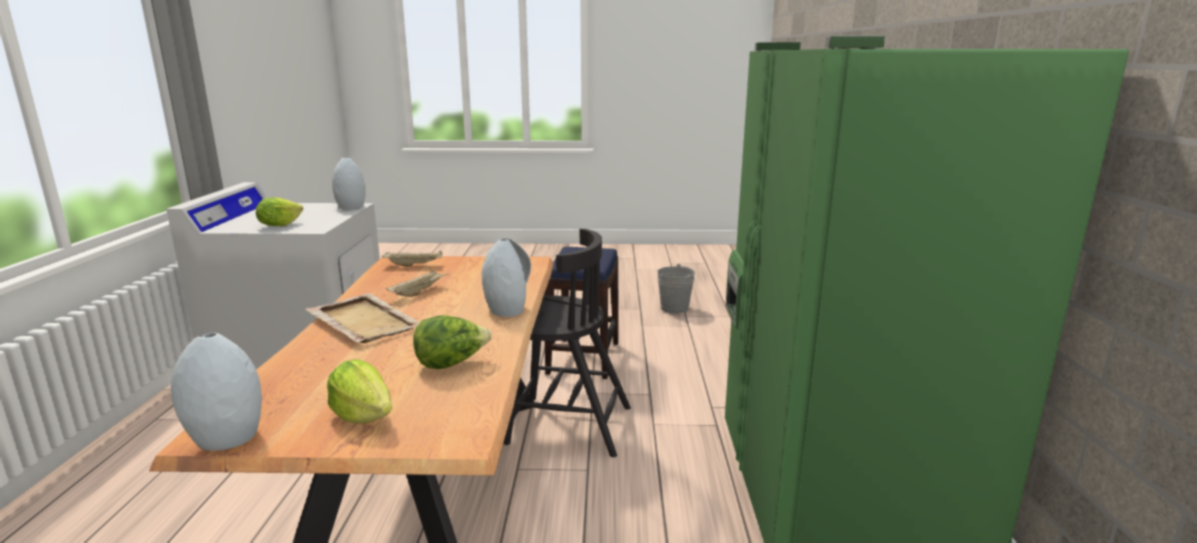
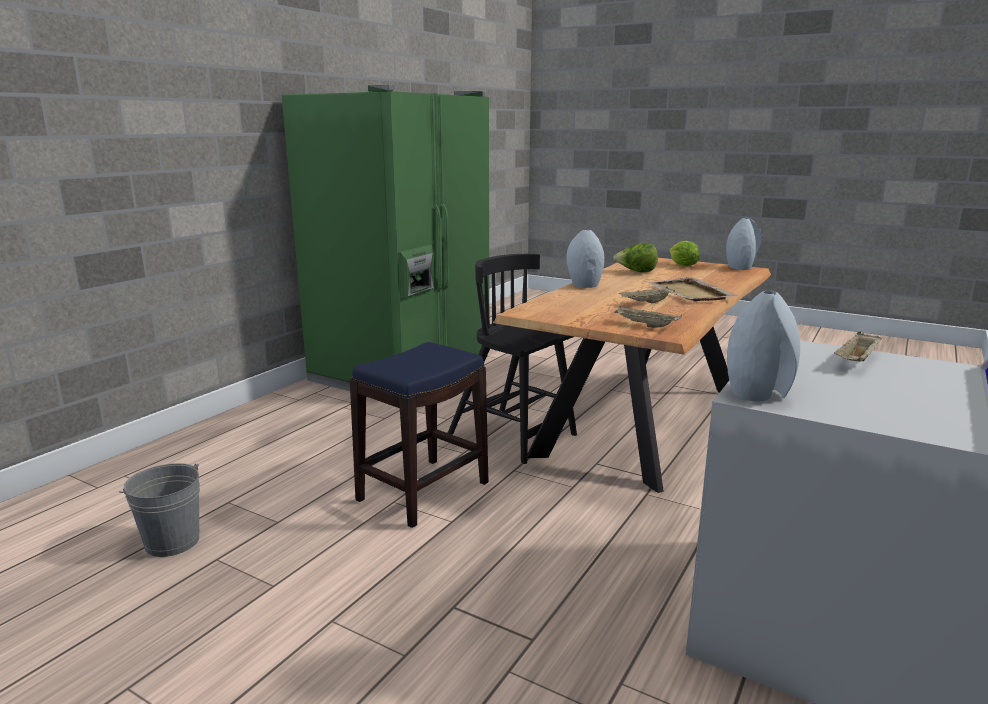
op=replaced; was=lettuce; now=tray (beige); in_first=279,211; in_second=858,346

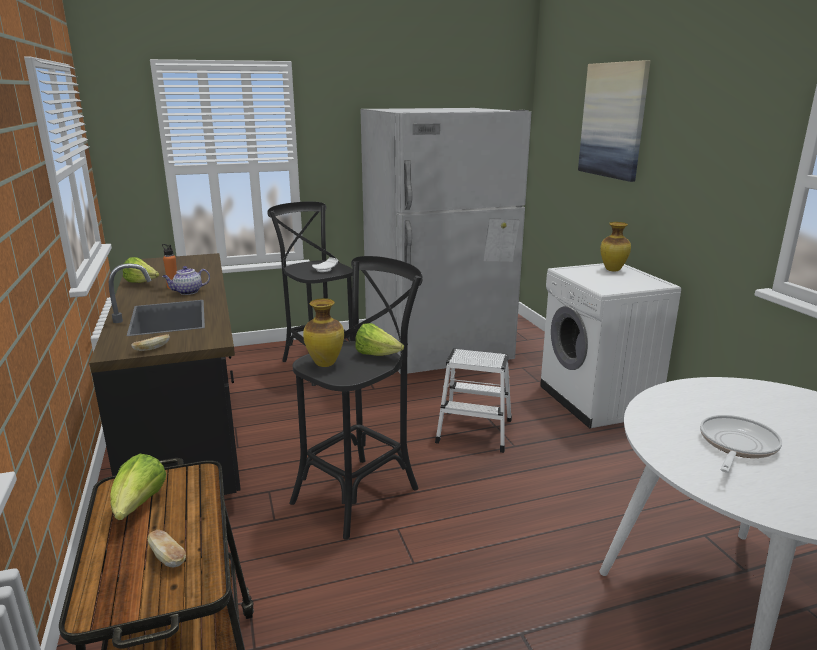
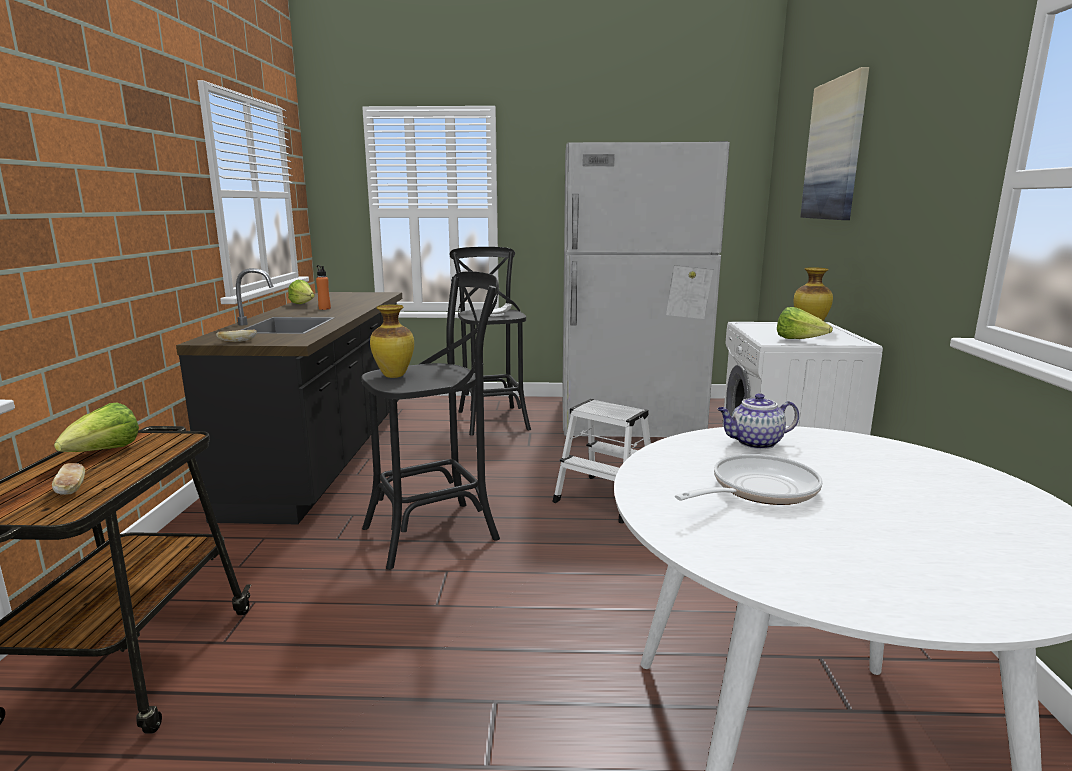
op=moved; was=teapot; in_first=186,280; in_second=758,421
op=moved; was=lettuce; in_first=379,339; in_second=805,323

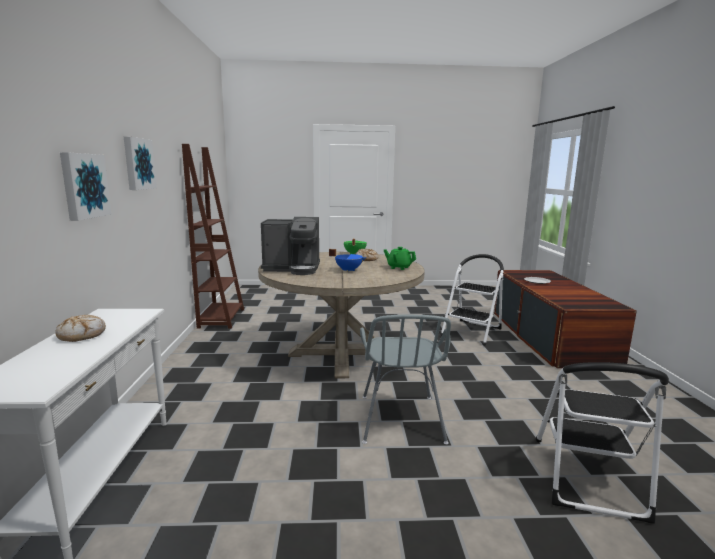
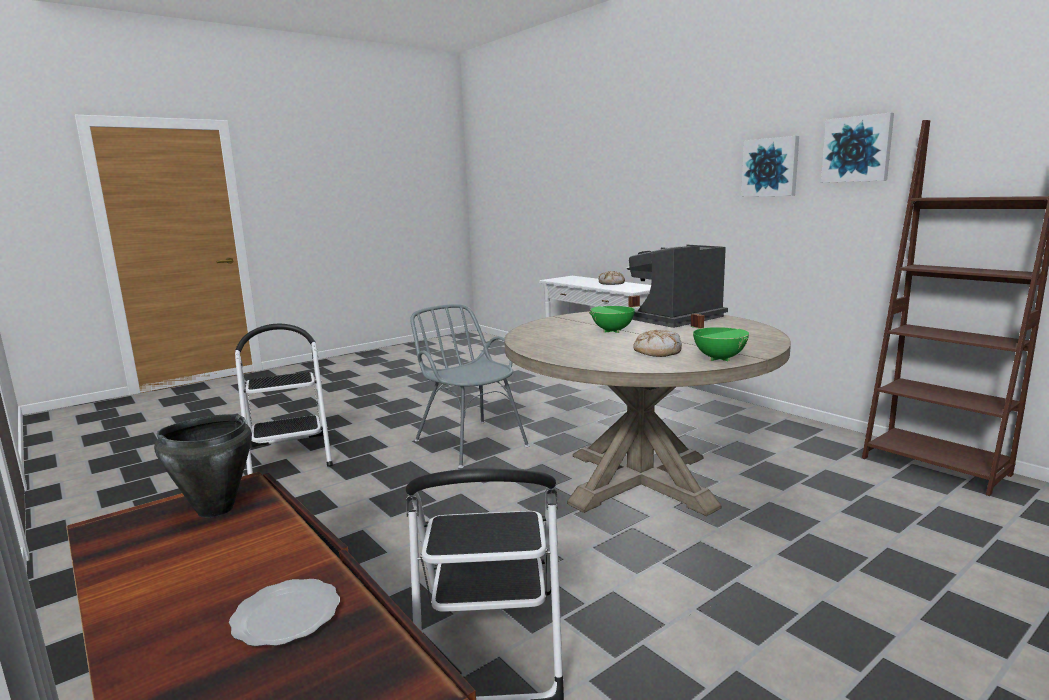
op=removed; was=teapot (green); in_first=400,258
op=added; now=cooking pot (black); in_second=203,466
op=moved; was=picture; in_first=85,186; in_second=857,148
op=recoloured; was=cooking pot (blue); now=cooking pot (green); in_first=348,260; in_second=614,314

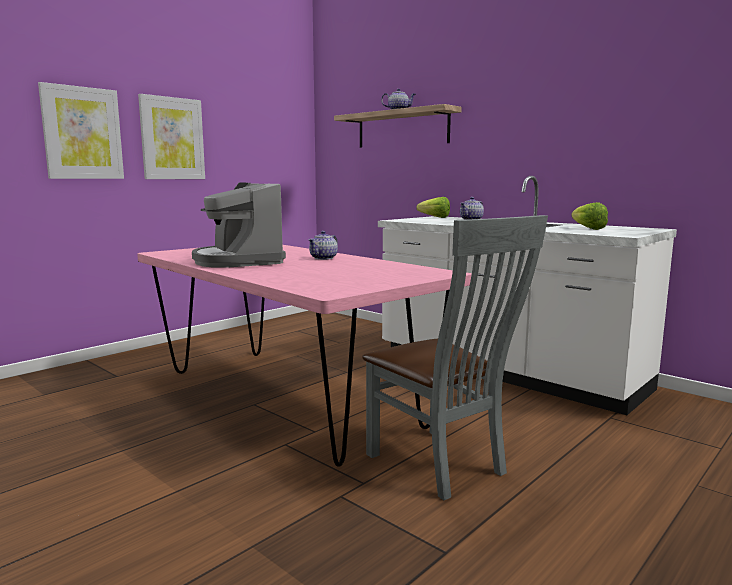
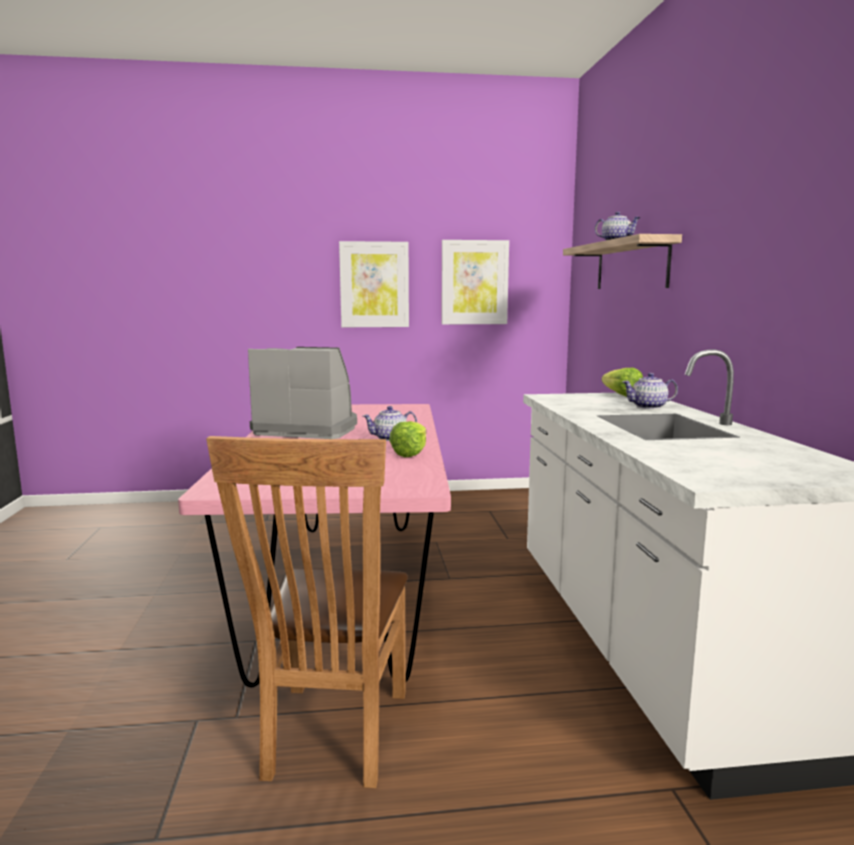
op=moved; was=picture; in_first=81,130; in_second=475,282
op=moved; was=lettuce; in_first=589,216; in_second=407,439
op=recoloured; was=chair (grey); now=chair (brown); in_first=455,357; in_second=307,612
op=turned; was=coffee machine; in_first=239,225; in_second=302,393; clockwise=90

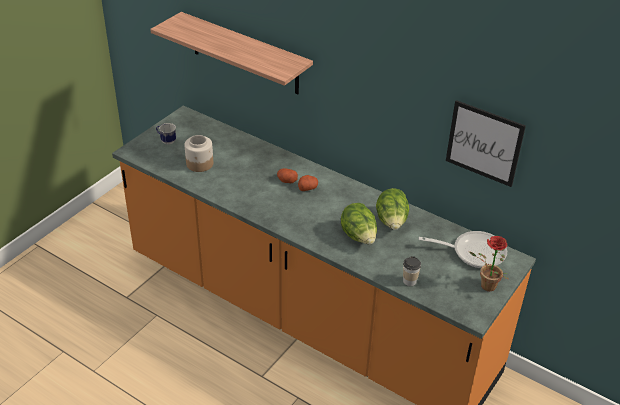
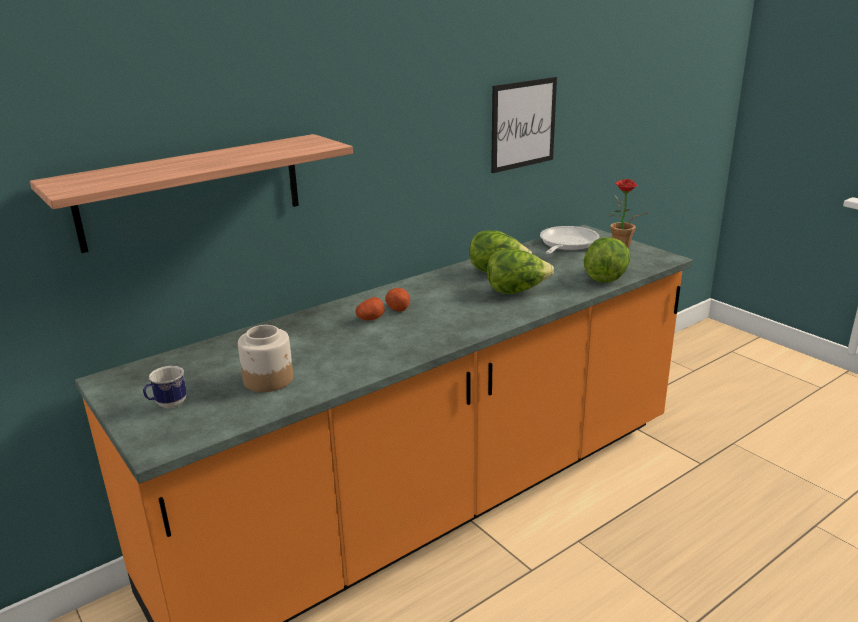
op=replaced; was=cup; now=lettuce; in_first=412,271; in_second=607,260

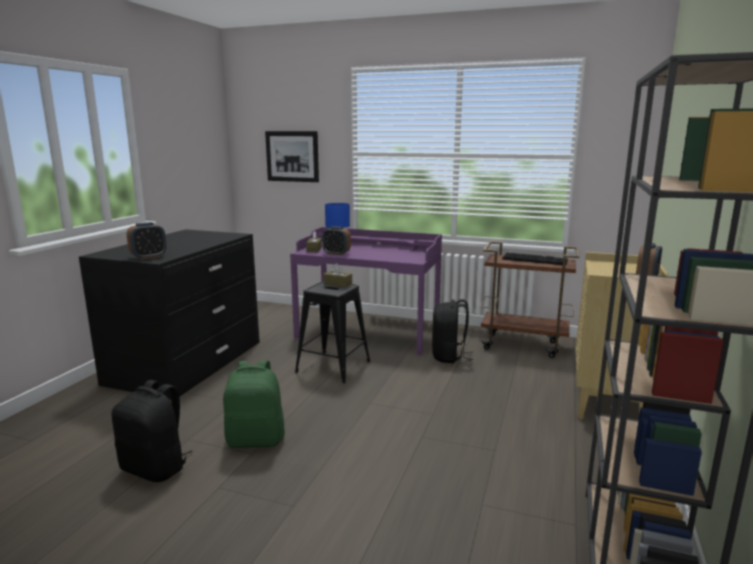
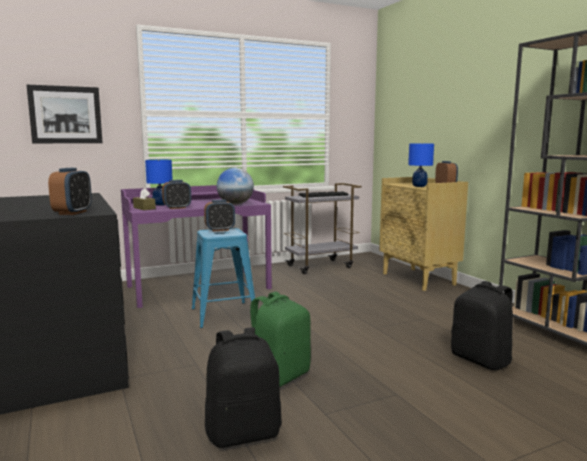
op=added; now=globe; in_second=235,186
op=added; now=table lamp (blue); in_second=421,165
op=moved; was=backpack (black); in_first=453,331; in_second=482,325
op=replaced; was=tissue box (brown); now=alarm clock; in_first=337,275; in_second=219,215
op=recoloured; was=stool (black); now=stool (blue); in_first=332,332; in_second=223,278
op=recoloured; was=cart (brown); now=cart (grey); in_first=529,299; in_second=322,228

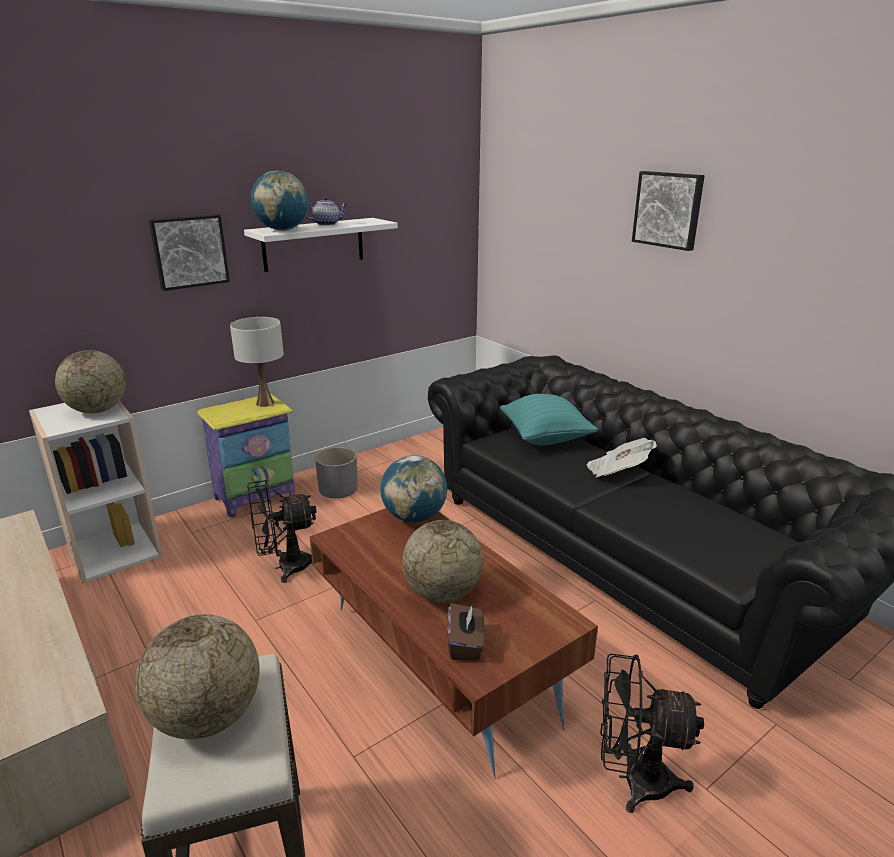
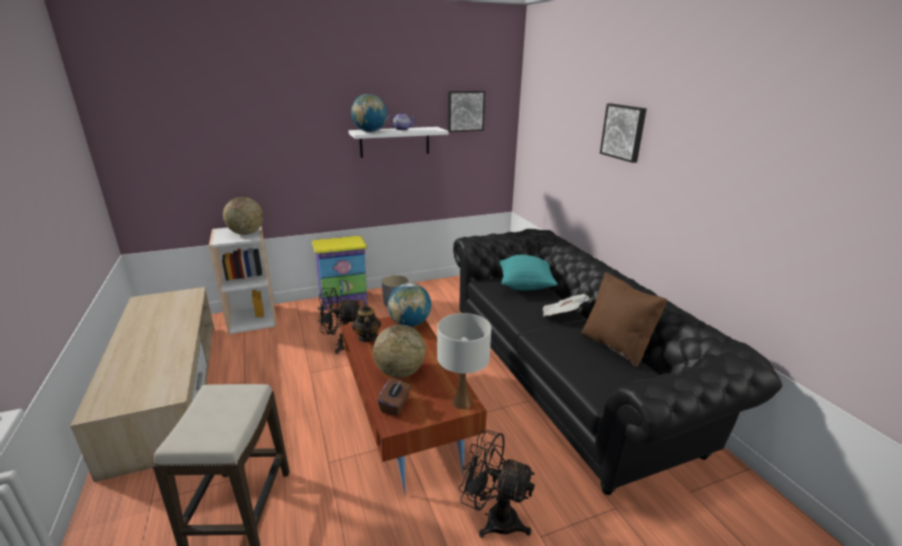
op=removed; was=globe; in_first=197,676
op=added; now=teapot; in_second=366,323
op=added; now=pillow (brown); in_second=624,319
op=moved; was=picture; in_first=189,252; in_second=466,111
op=moved; was=table lamp (white); in_first=257,362; in_second=464,361

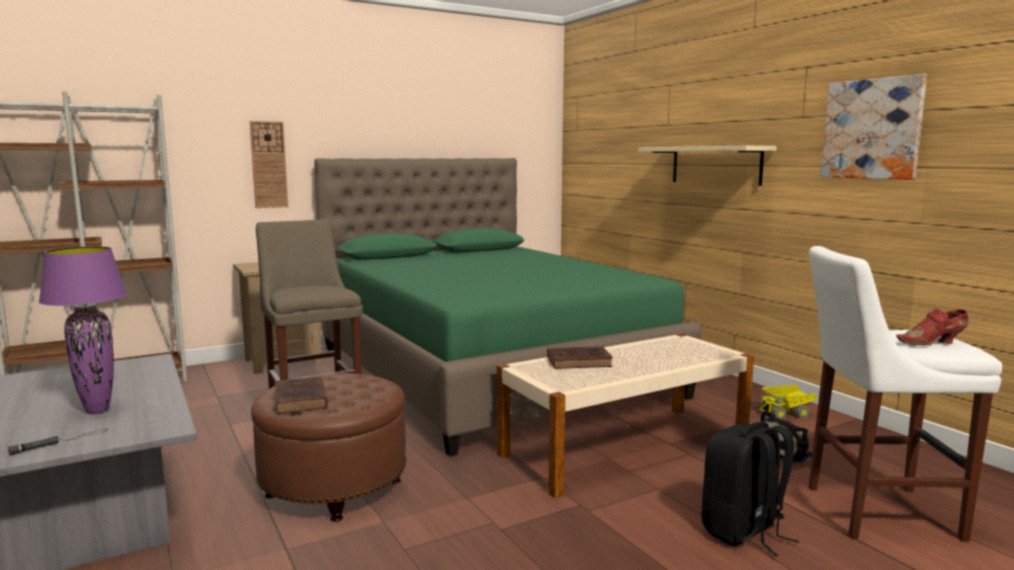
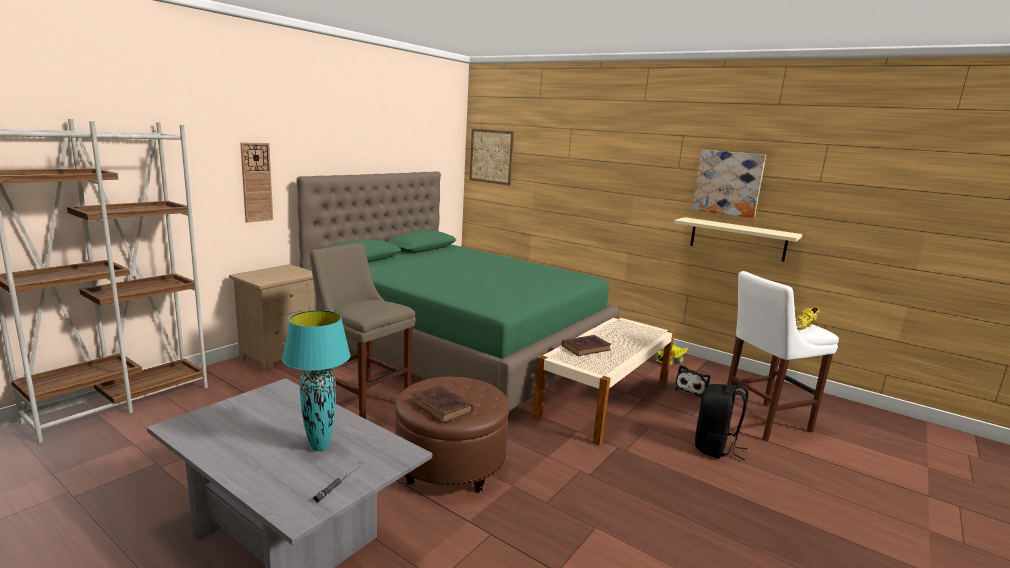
op=added; now=picture; in_second=492,157
op=moved; was=shelf (beige); in_first=707,166; in_second=738,239
op=recoloured; was=table lamp (purple); now=table lamp (turquoise); in_first=83,330; in_second=316,380
op=recoloured; was=shoe (red); now=shoe (yellow); in_first=932,326; in_second=808,318

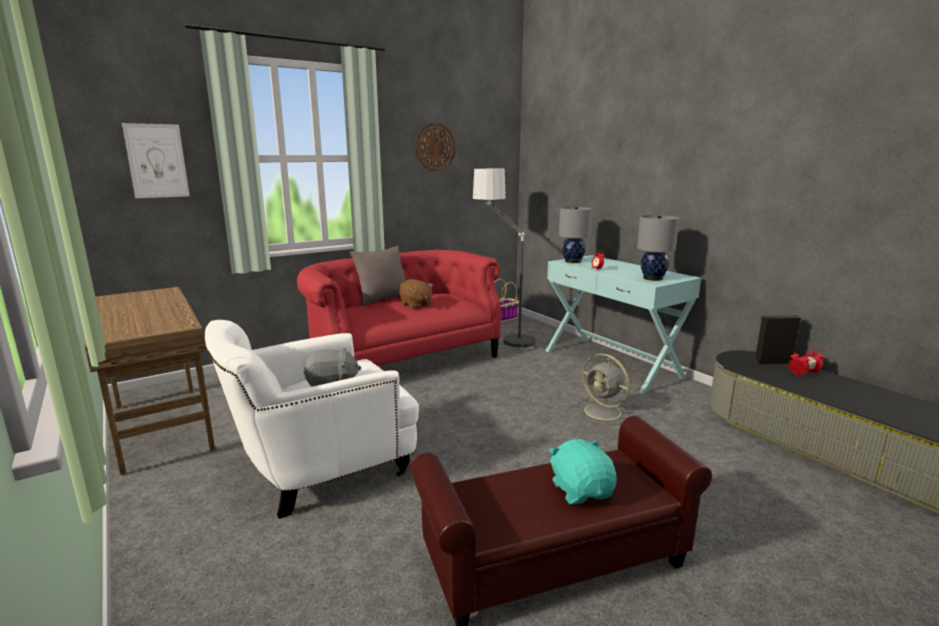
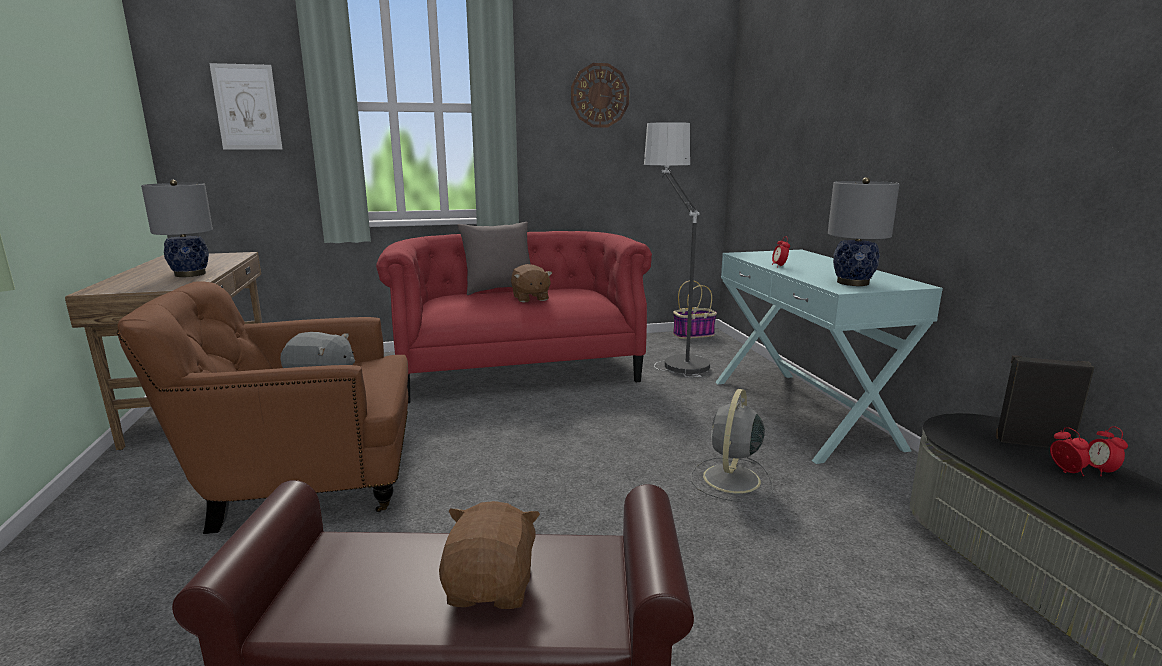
op=moved; was=table lamp (grey); in_first=576,234; in_second=177,228
op=recoloured; was=armchair (white); now=armchair (brown); in_first=311,419; in_second=262,407
op=recoloured; was=plush toy (turquoise); now=plush toy (brown); in_first=583,472; in_second=489,555
op=turned; was=fan (grey); in_first=603,389; in_second=732,445; clockwise=45

